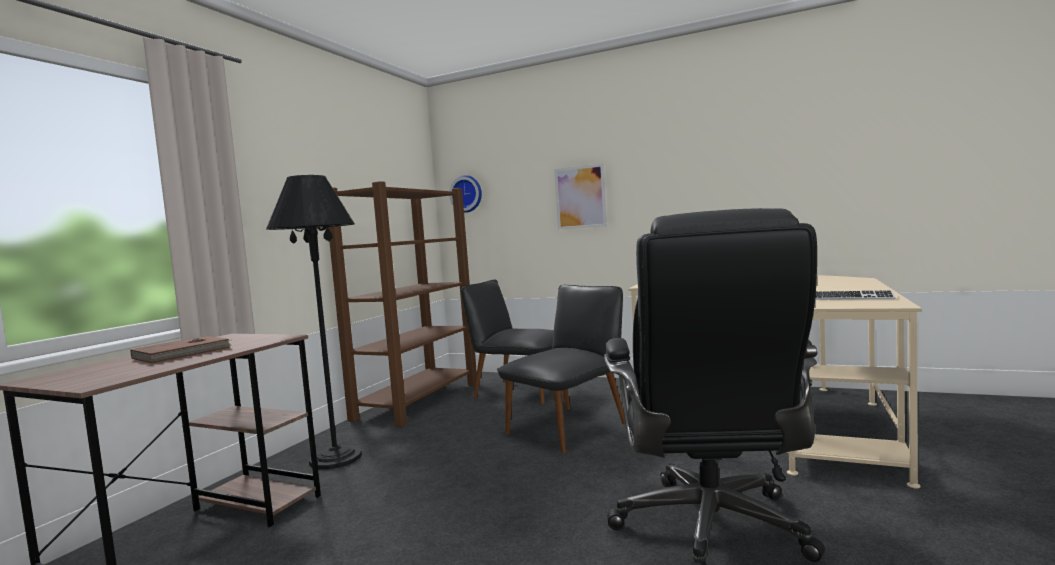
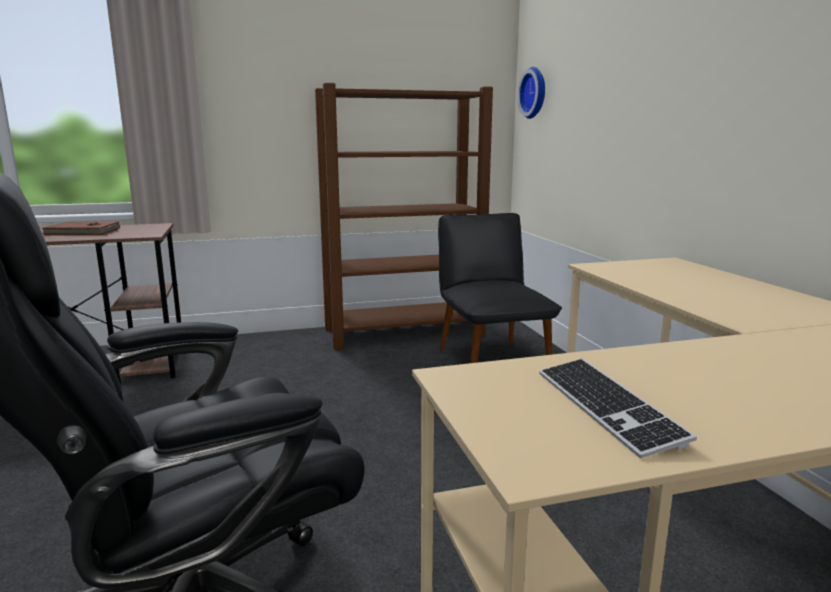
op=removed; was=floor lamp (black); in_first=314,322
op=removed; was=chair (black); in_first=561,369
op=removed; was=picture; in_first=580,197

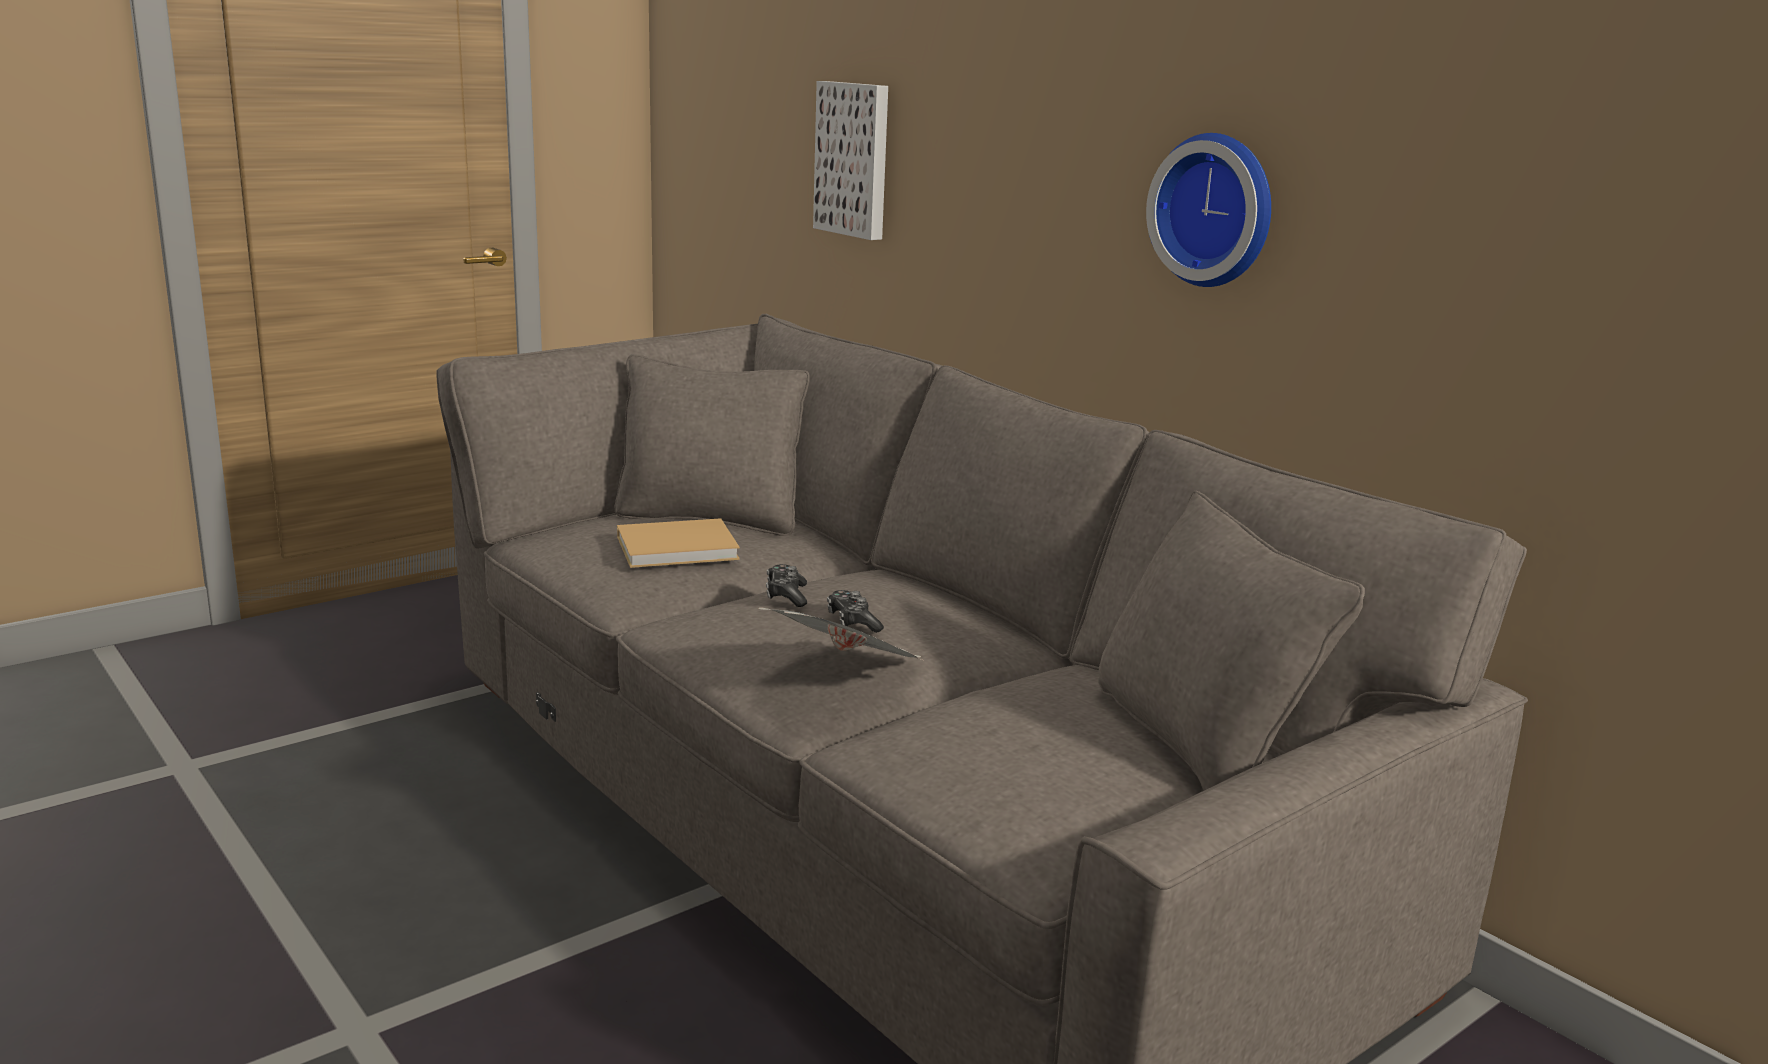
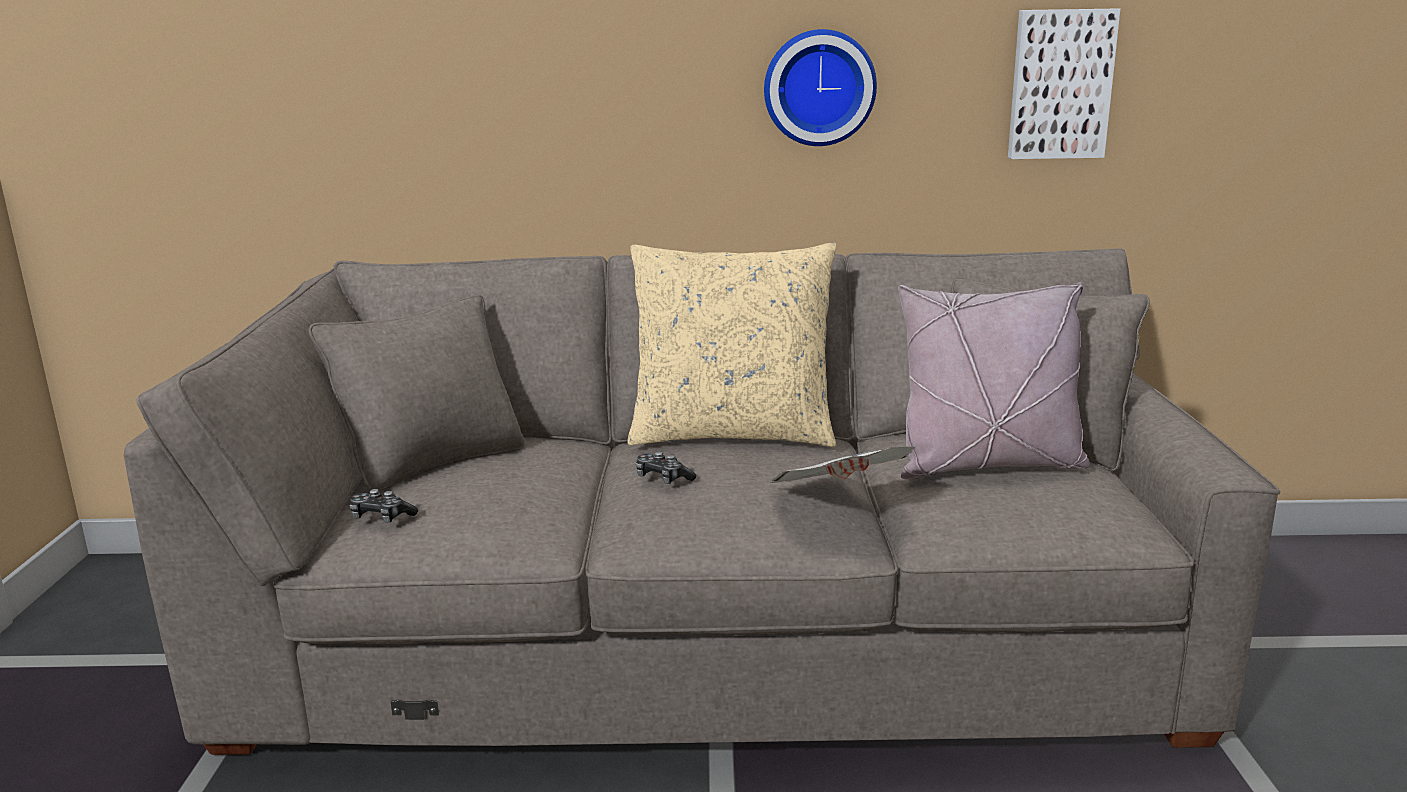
op=removed; was=book (beige); in_first=678,543
op=added; now=pillow (beige); in_second=731,344
op=added; now=pillow (purple); in_second=994,380
op=moved; was=picture; in_first=850,160; in_second=1064,83
op=moved; was=game controller; in_first=855,611; in_second=384,506

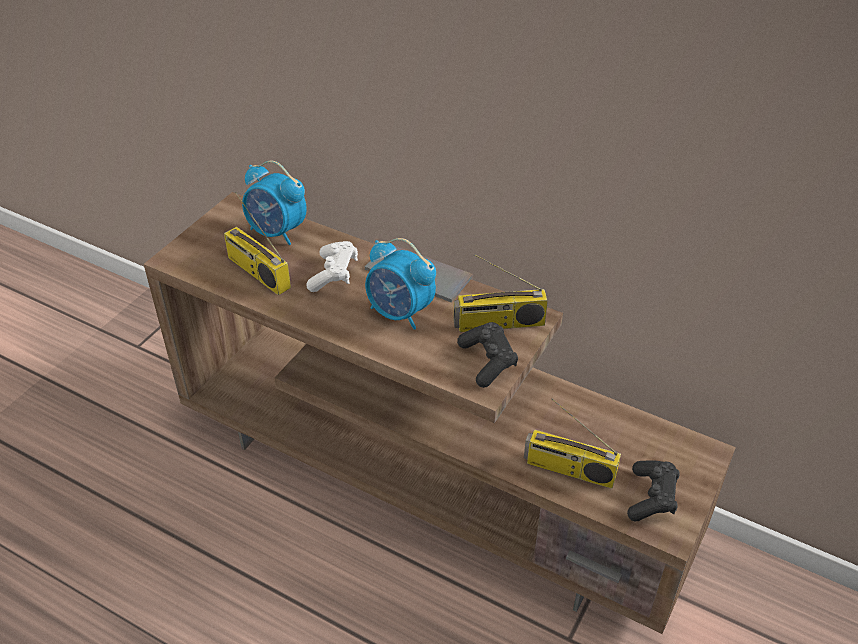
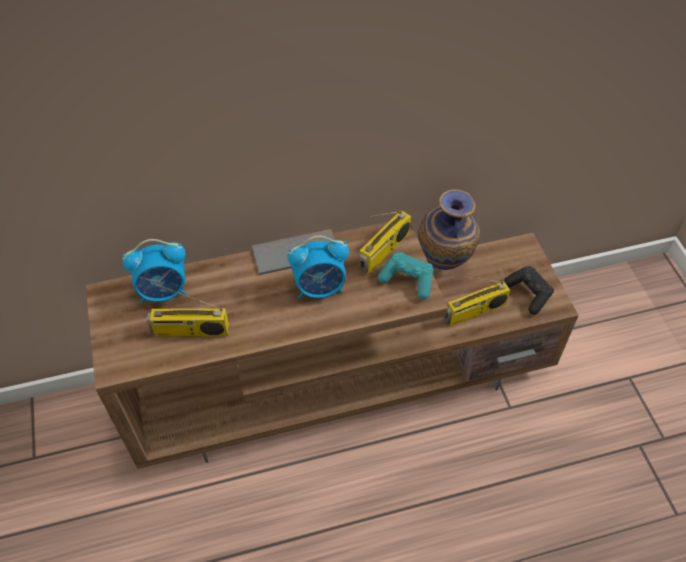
op=removed; was=game controller (white); in_first=332,266
op=added; now=vase; in_second=449,229
op=recoloured; was=game controller (black); now=game controller (turquoise); in_first=487,355; in_second=405,276

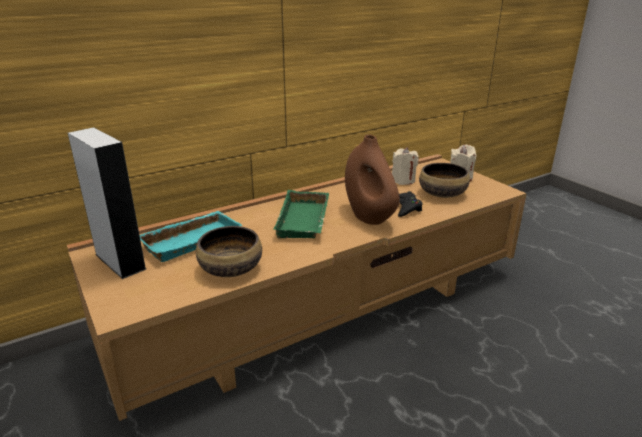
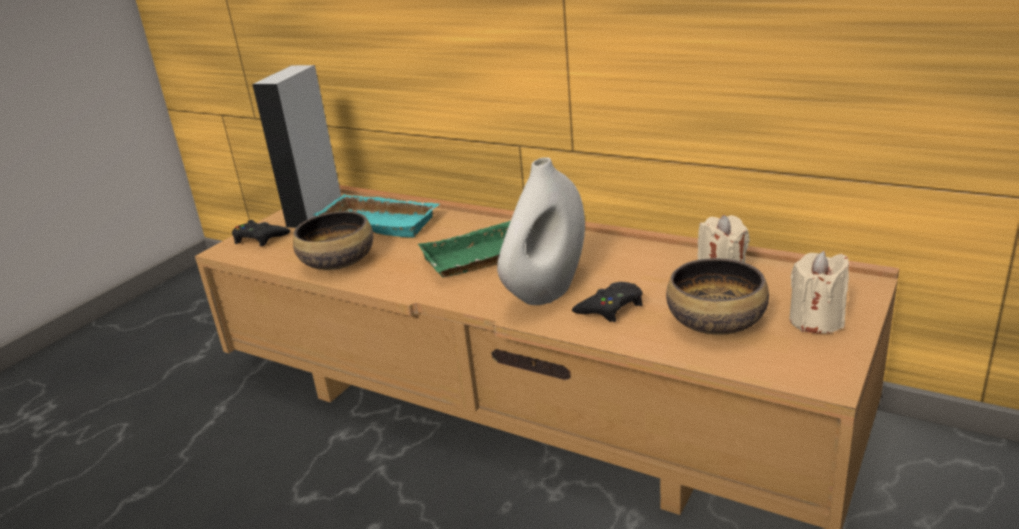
op=added; now=game controller (black); in_second=261,233
op=recoloured; was=vase (brown); now=vase (white); in_first=372,180; in_second=541,231

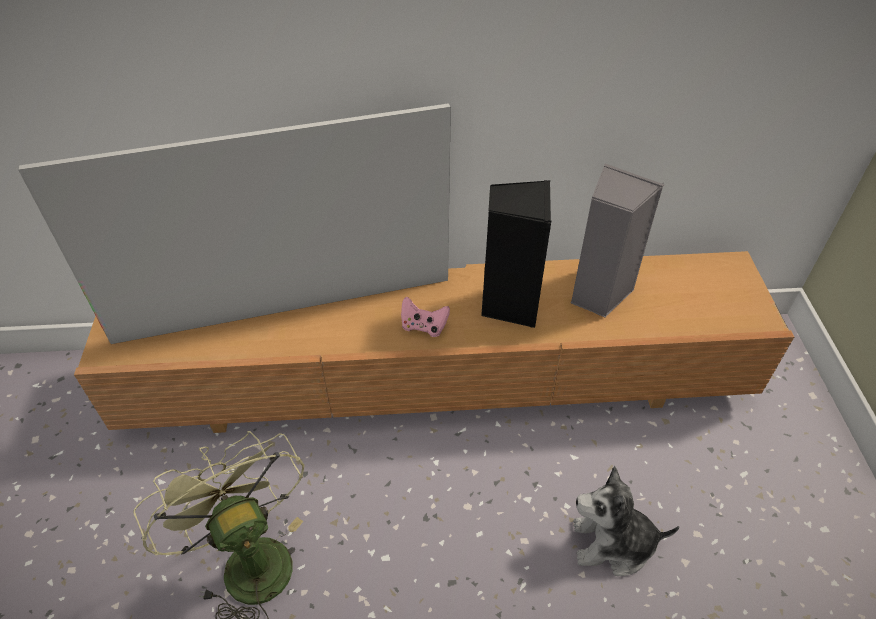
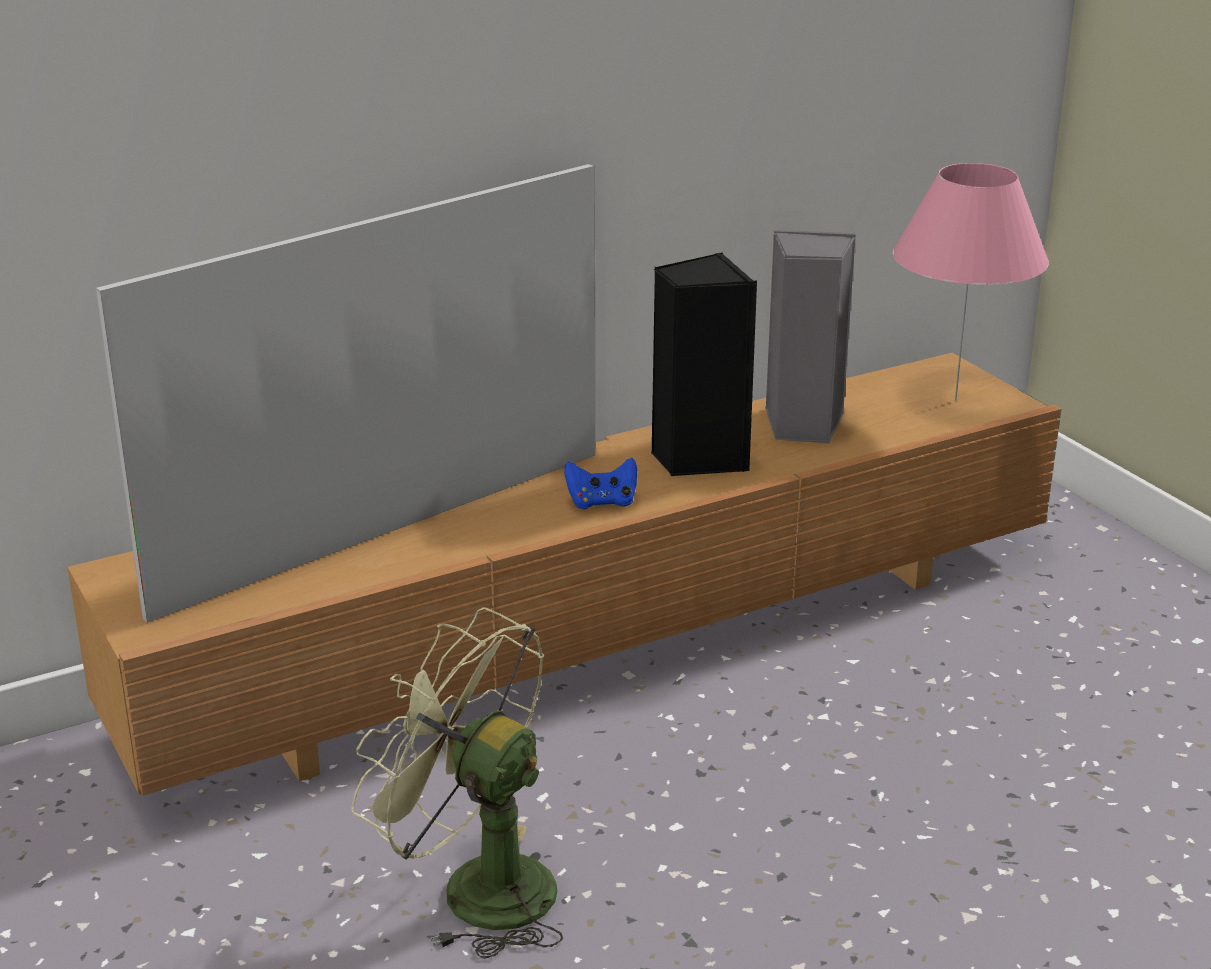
op=removed; was=plush toy; in_first=626,521
op=added; now=table lamp (pink); in_second=970,282
op=recoloured; was=game controller (pink); now=game controller (blue); in_first=425,317; in_second=600,483

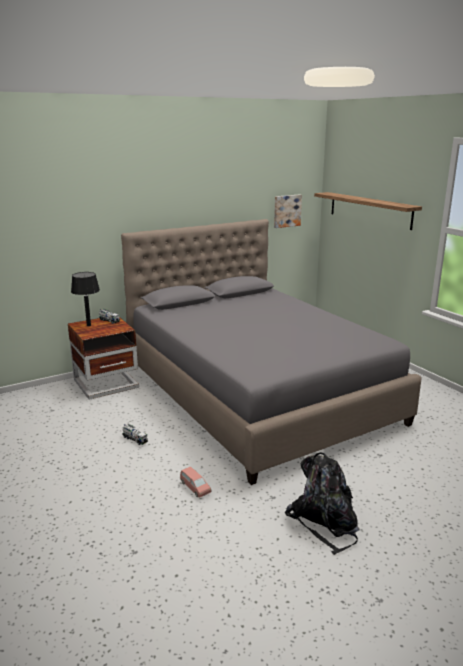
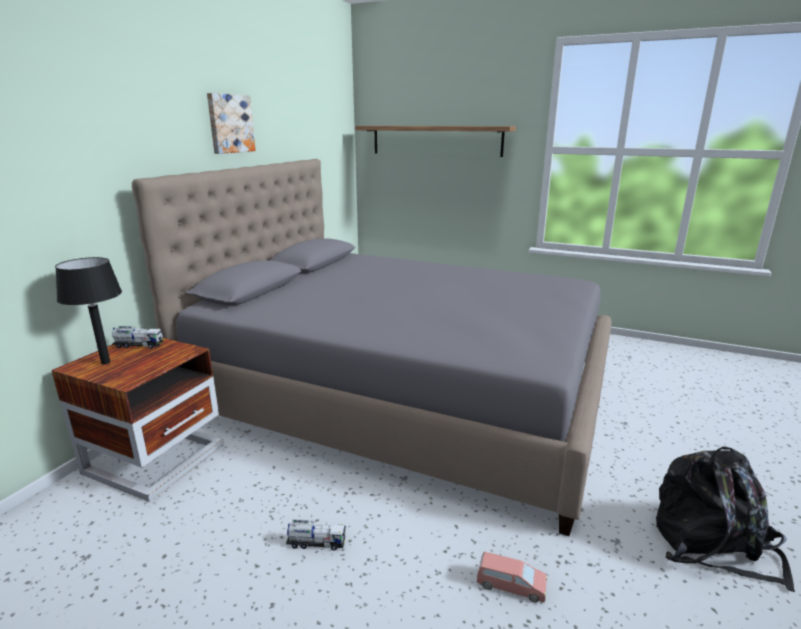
op=moved; was=picture; in_first=288,211; in_second=231,123

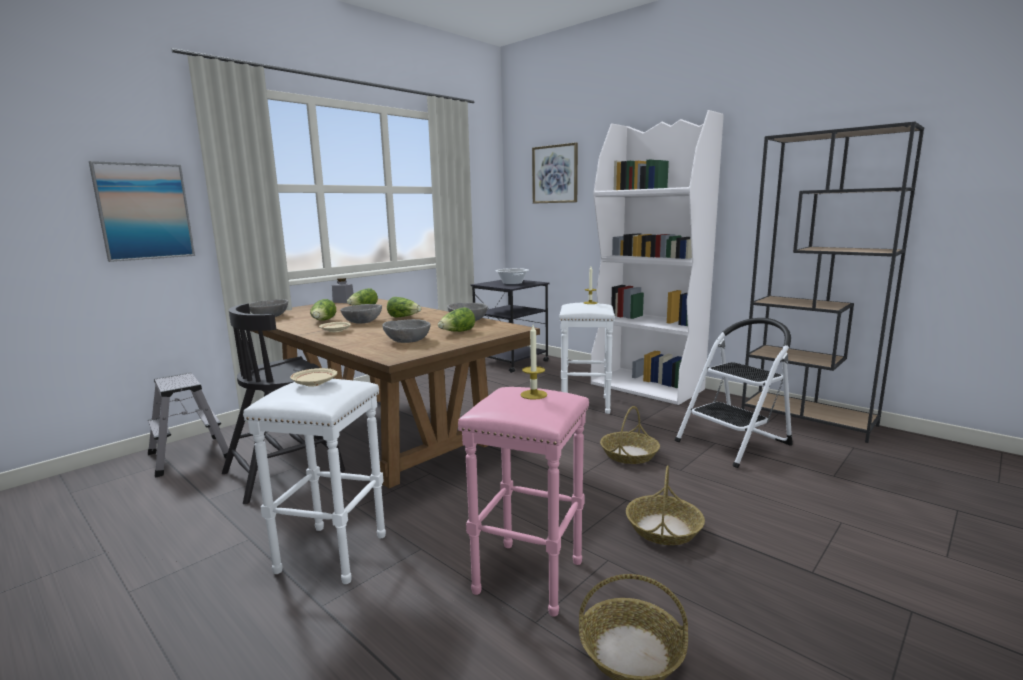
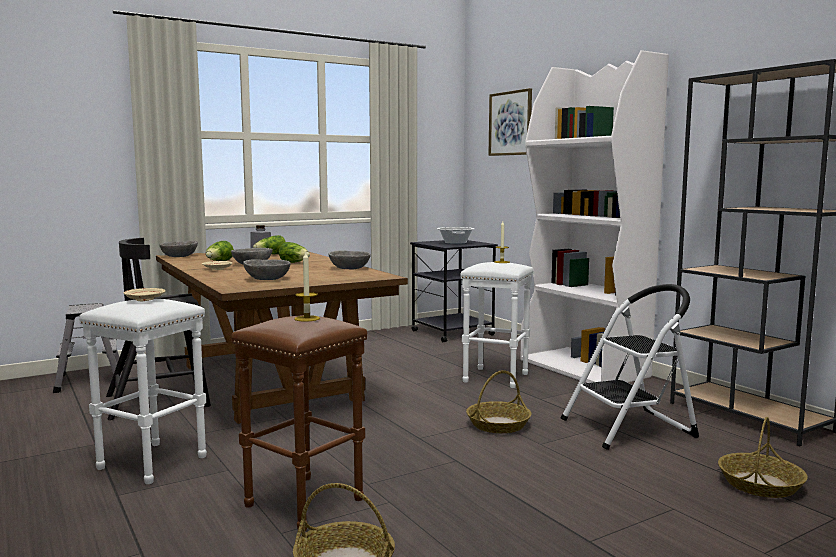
op=removed; was=picture; in_first=142,211
op=removed; was=lettuce; in_first=456,319
op=moved; was=basket; in_first=665,505; in_second=763,457
op=recoloured; was=stool (pink); now=stool (brown); in_first=523,502; in_second=299,423

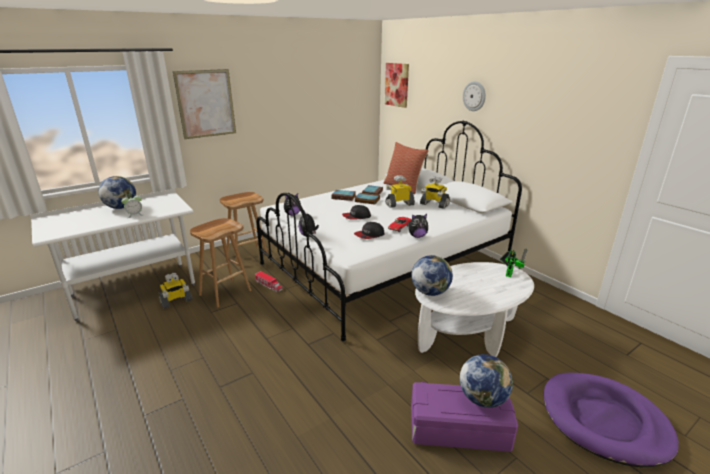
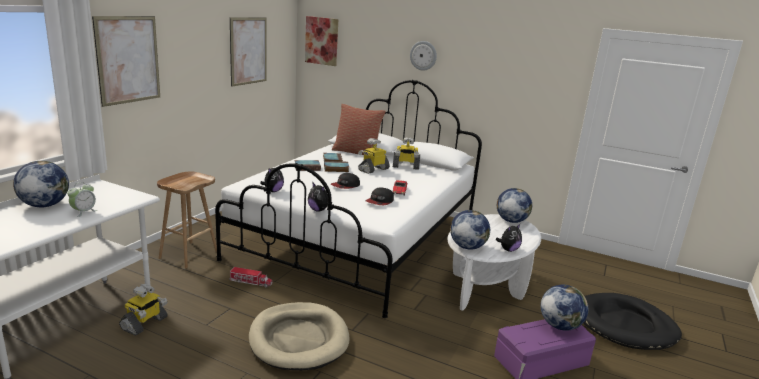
op=removed; was=stool (brown); in_first=220,262
op=added; now=picture; in_second=248,52
op=added; now=dog bed (beige); in_second=299,336
op=moved; was=plush toy; in_first=418,226; in_second=509,238
op=replaced; was=toy robot; now=globe; in_first=513,263; in_second=514,205
op=recoloured; was=dog bed (purple); now=dog bed (black); in_first=611,420; in_second=633,321

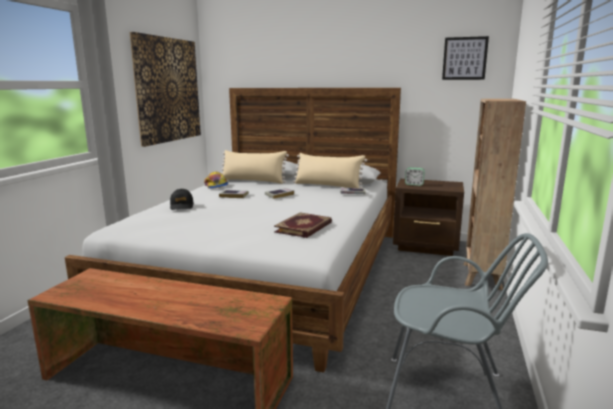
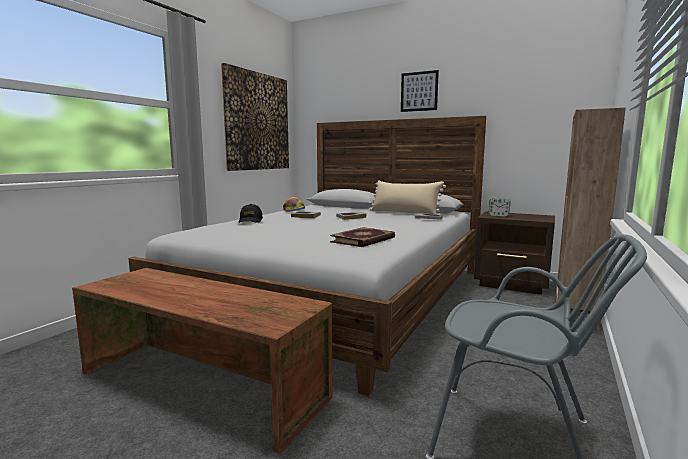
op=removed; was=pillow (beige); in_first=255,167
op=moved; was=picture; in_first=465,58; in_second=420,91

